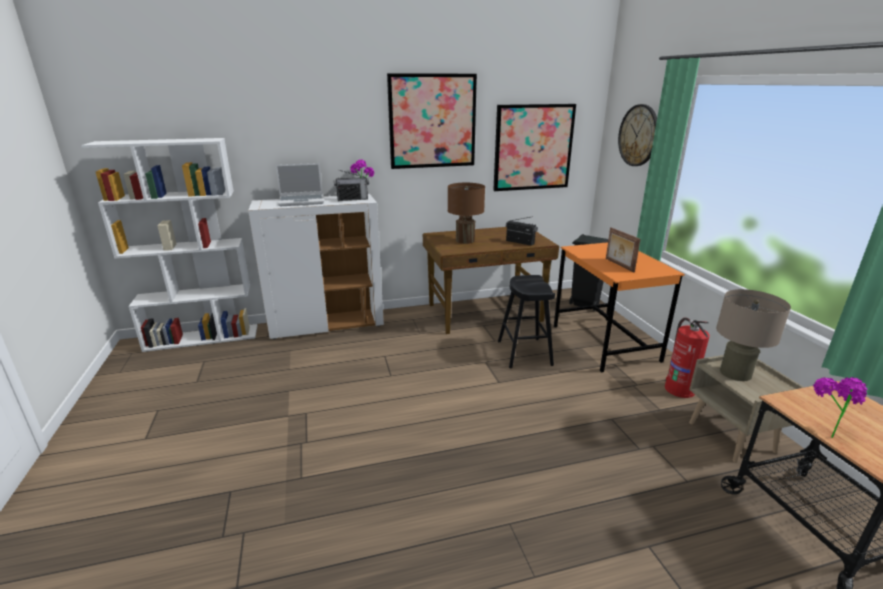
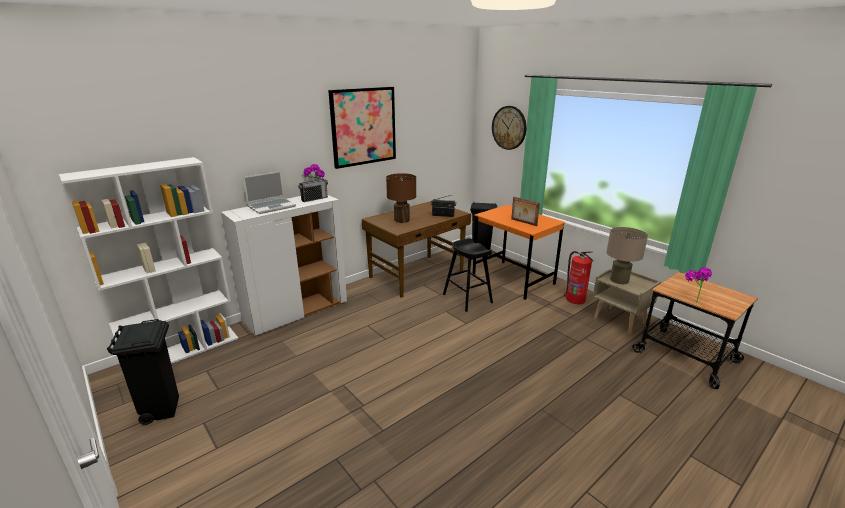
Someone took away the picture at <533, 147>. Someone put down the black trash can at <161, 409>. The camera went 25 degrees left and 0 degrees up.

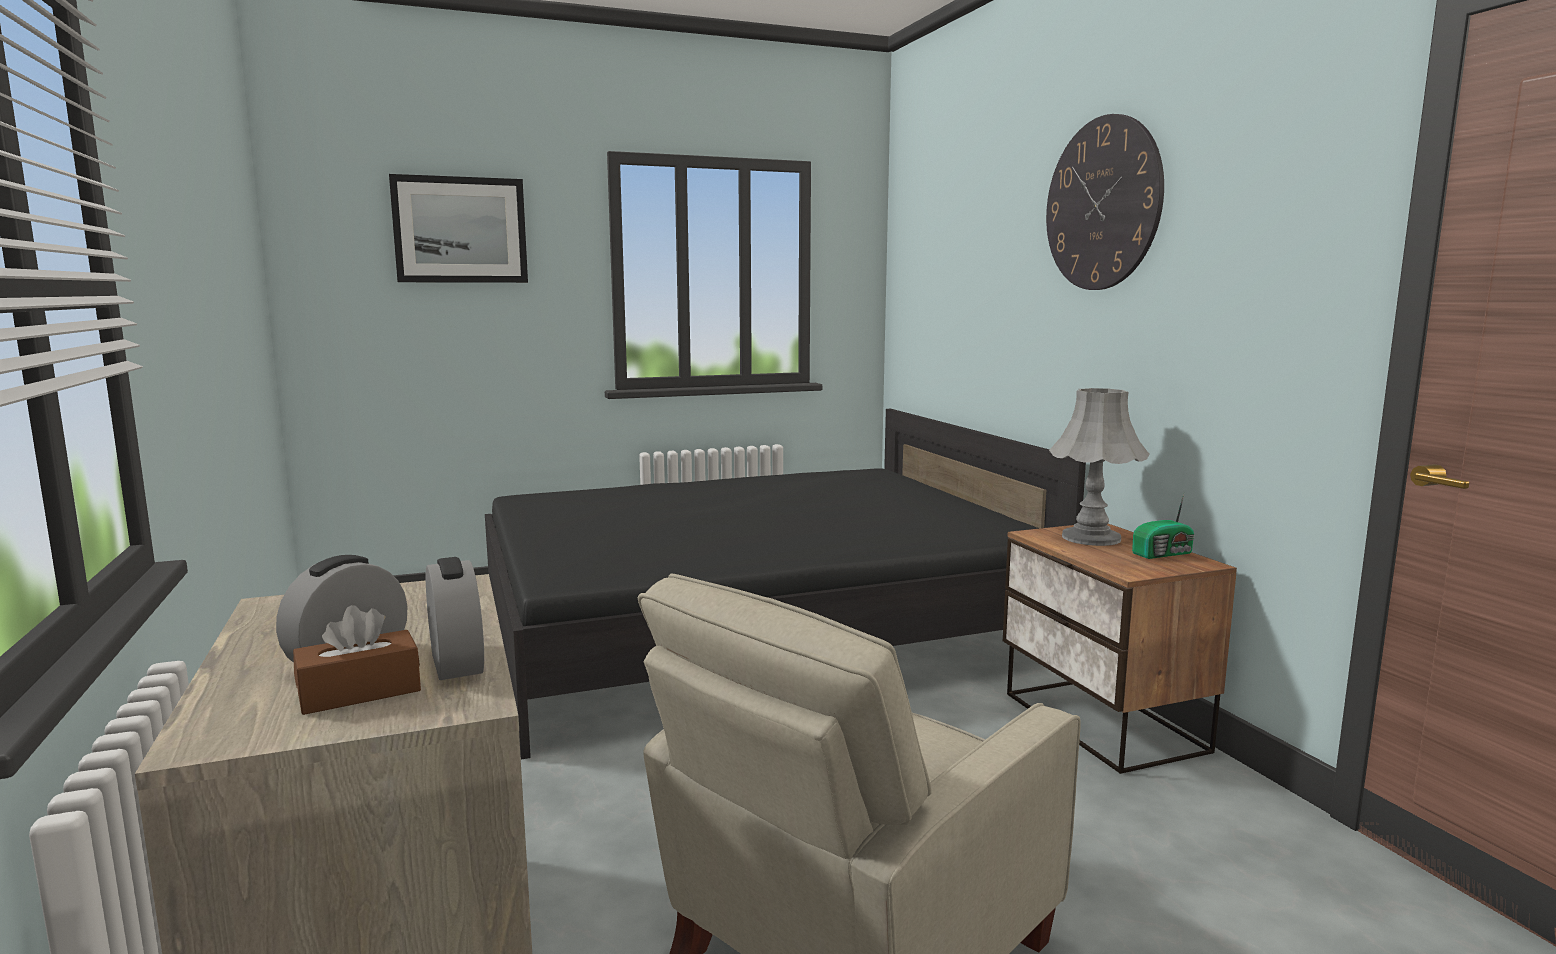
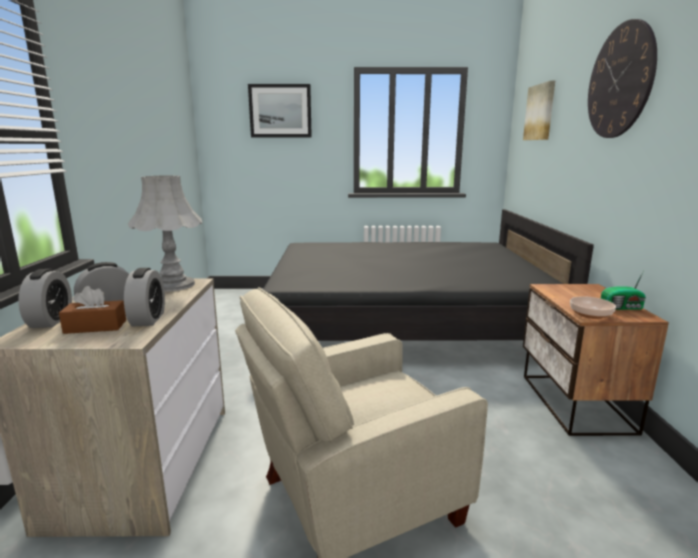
Someone put down the alarm clock at <51, 321>. Someone put up the picture at <540, 112>. Someone put down the bowl at <591, 315>. Someone carried the grey table lamp from <1091, 538> to <173, 285>. The camera went 20 degrees right and 5 degrees up.

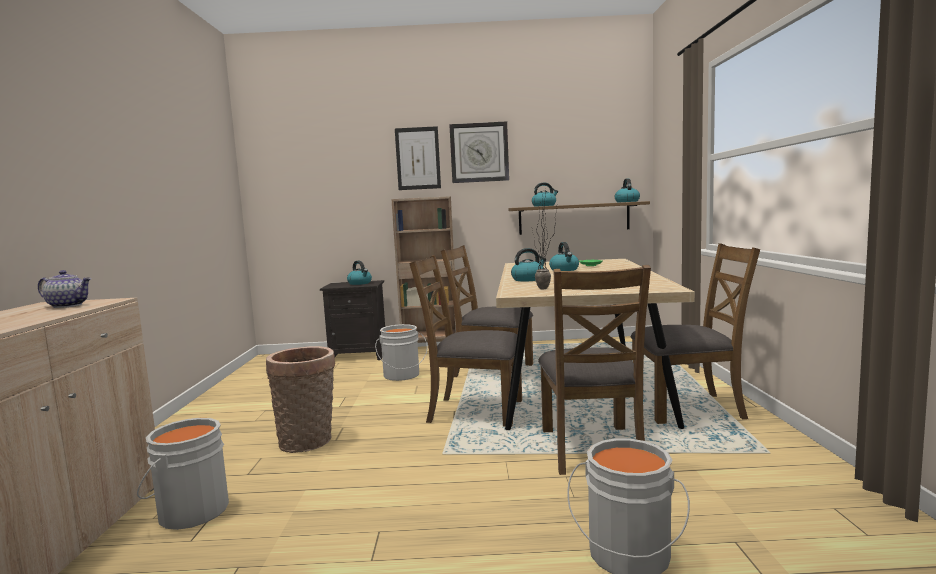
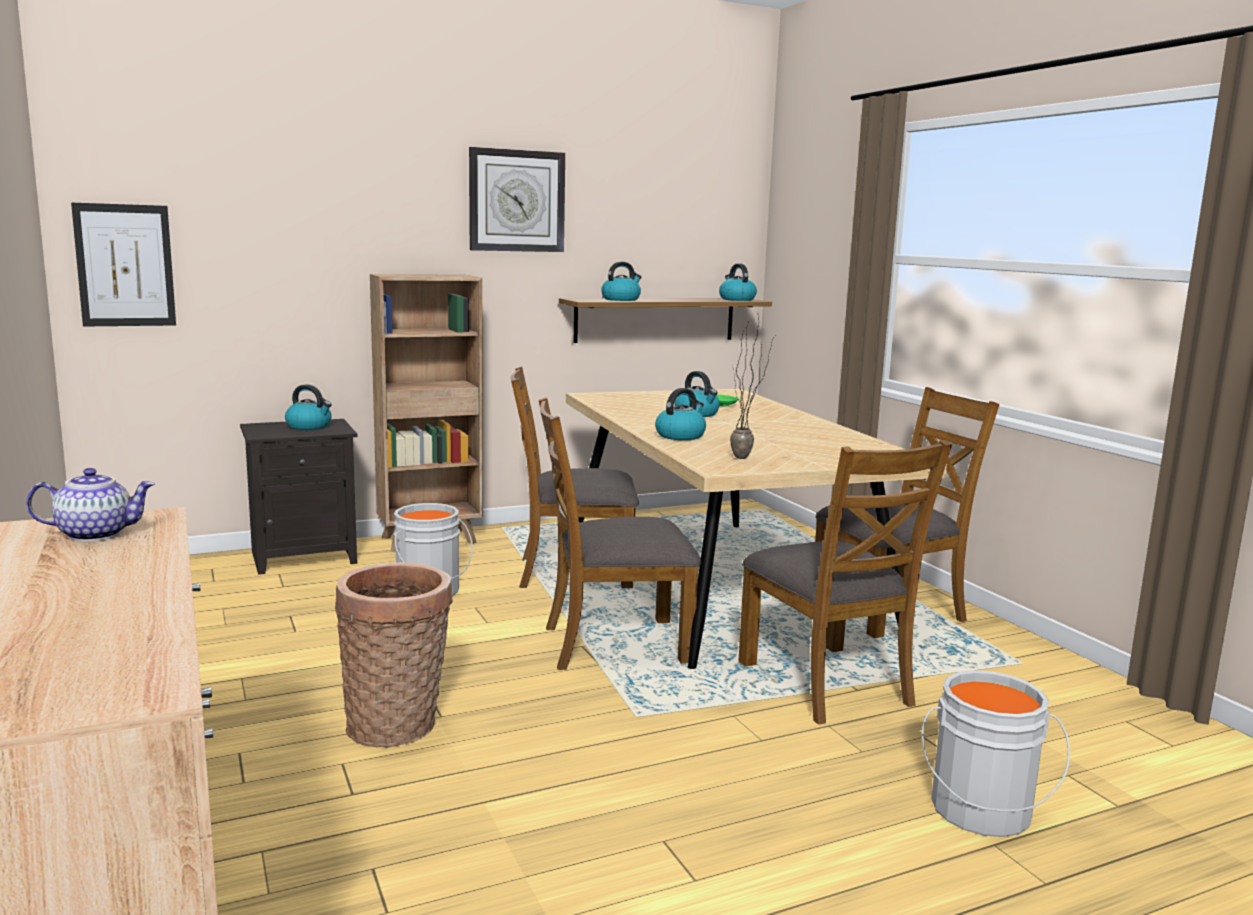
Someone took away the grey bucket at <191, 511>. Someone carried the picture from <418, 158> to <125, 265>. The camera went 25 degrees left and 5 degrees up.

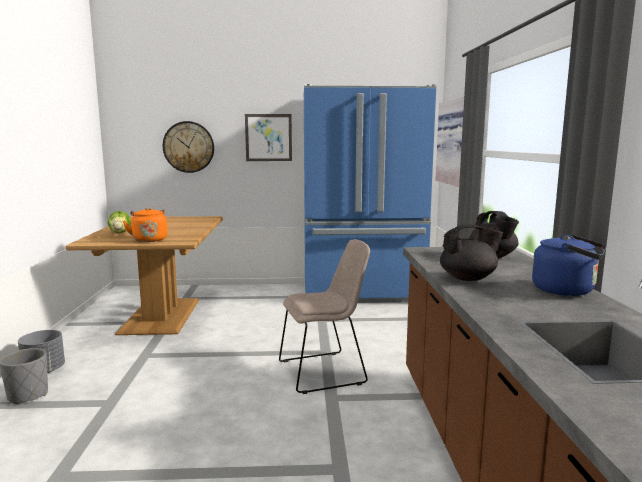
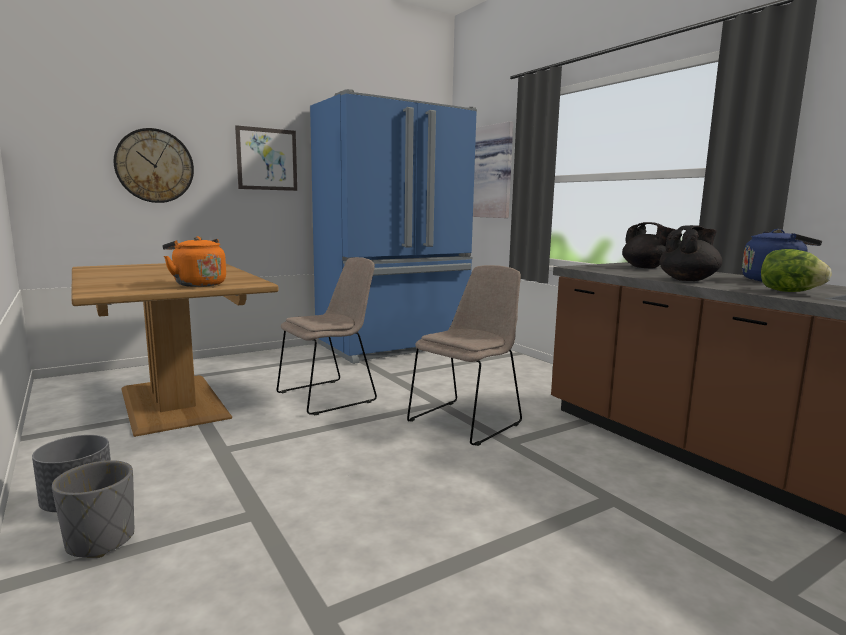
Someone put down the beige chair at <329, 396>. Someone carried the lettuce from <120, 233> to <789, 292>. The camera went 30 degrees left and 0 degrees up.

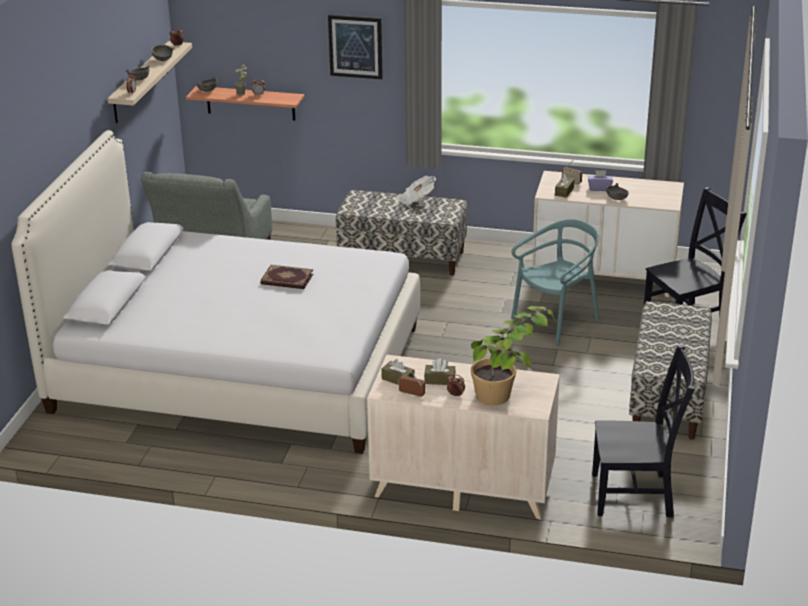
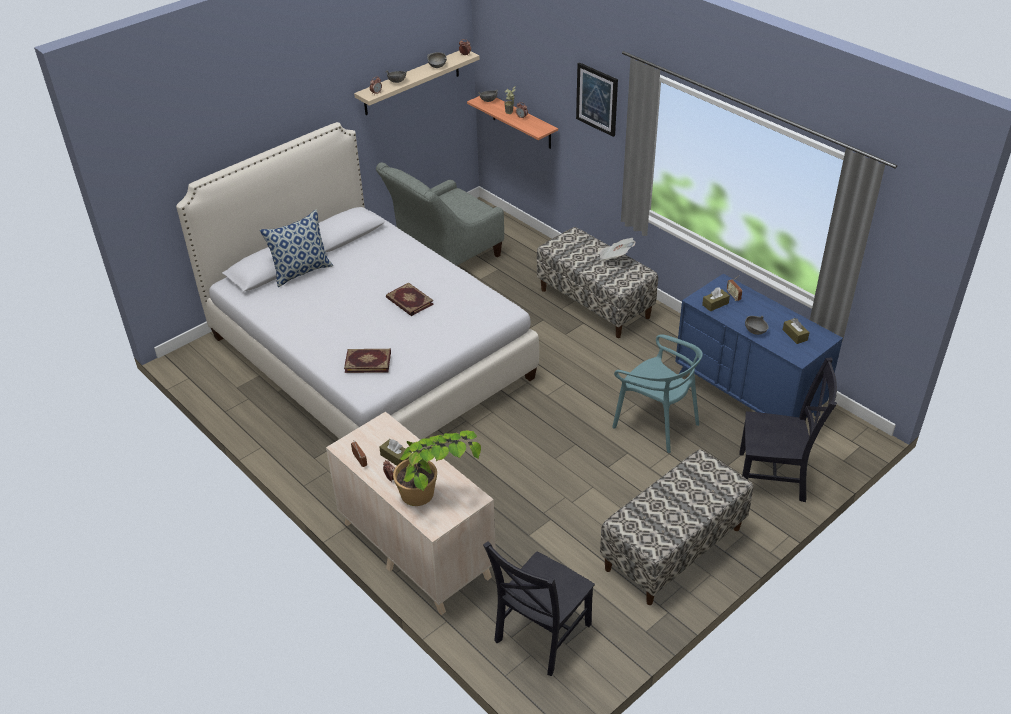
Someone took away the purple tissue box at <599, 188>. Someone put down the pillow at <301, 271>. Someone put down the book at <368, 361>. Someone carried the brown tissue box from <398, 379> to <795, 335>. Someone repainted the beige dresser at <604, 277>, which became the blue dresser at <748, 395>. Someone rotated the turquoise chair at <556, 321> by 45 degrees clockwise. Someone rotated the black chair at <636, 495> by 90 degrees clockwise. The camera went 35 degrees right and 10 degrees up.

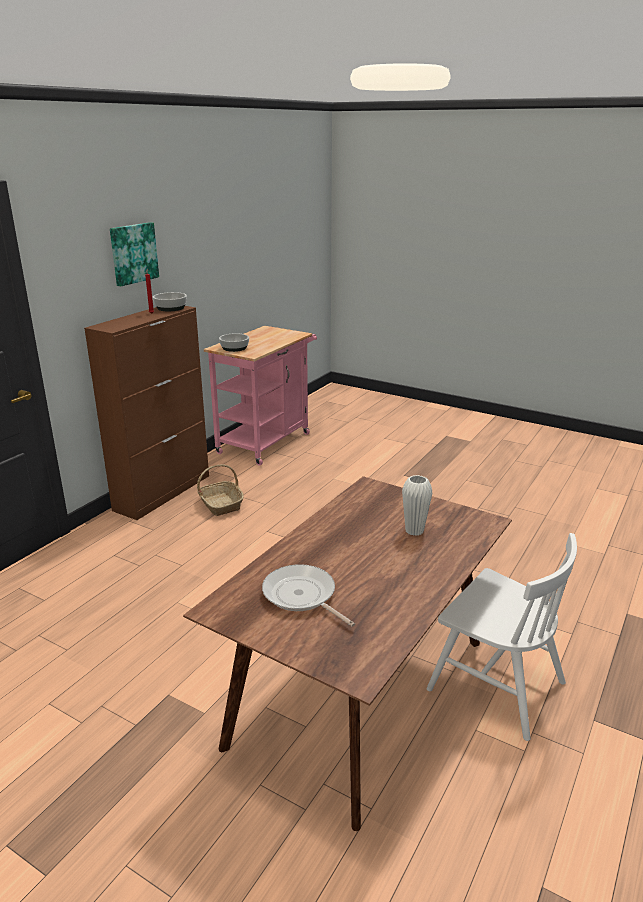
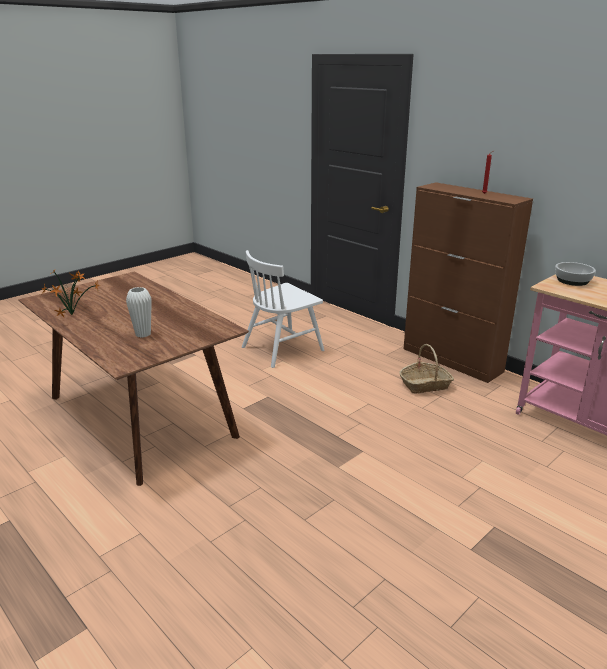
Someone took away the picture at <133, 253>. Someone took away the bowl at <170, 308>. Someone took away the frying pan at <302, 596>. Someone put down the potted plant at <73, 315>. Someone carried the white chair from <495, 685> to <282, 348>. The camera went 105 degrees right and 0 degrees up.

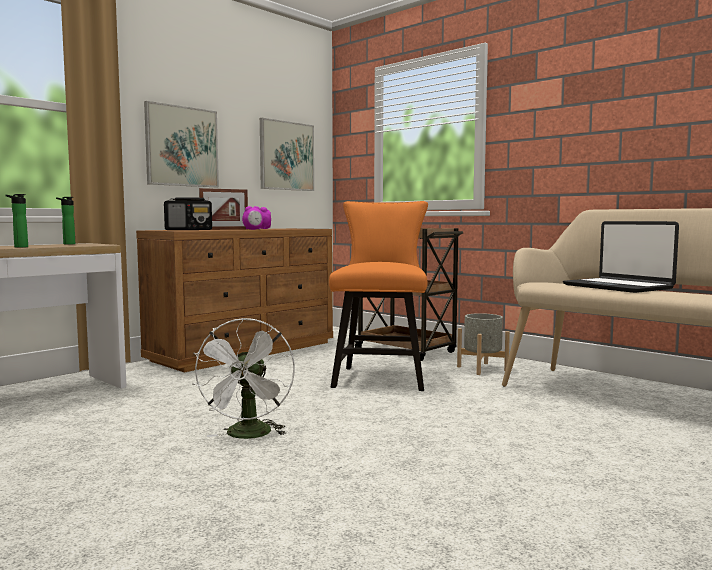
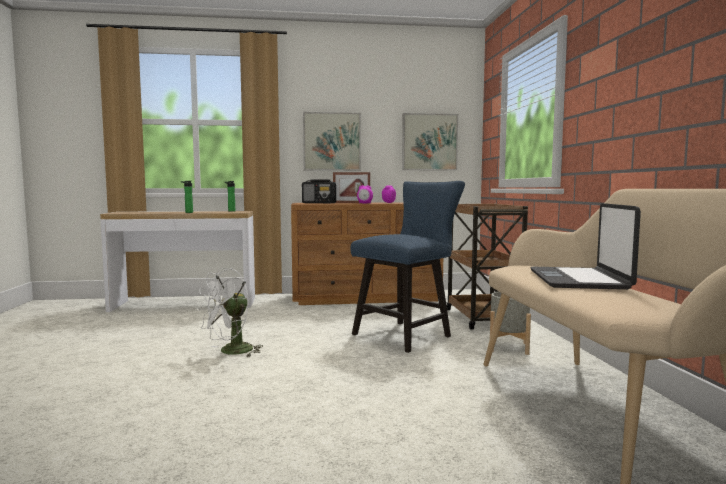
Someone repainted the orange chair at <381, 376>, which became the blue chair at <407, 334>. The camera went 40 degrees right and 0 degrees up.

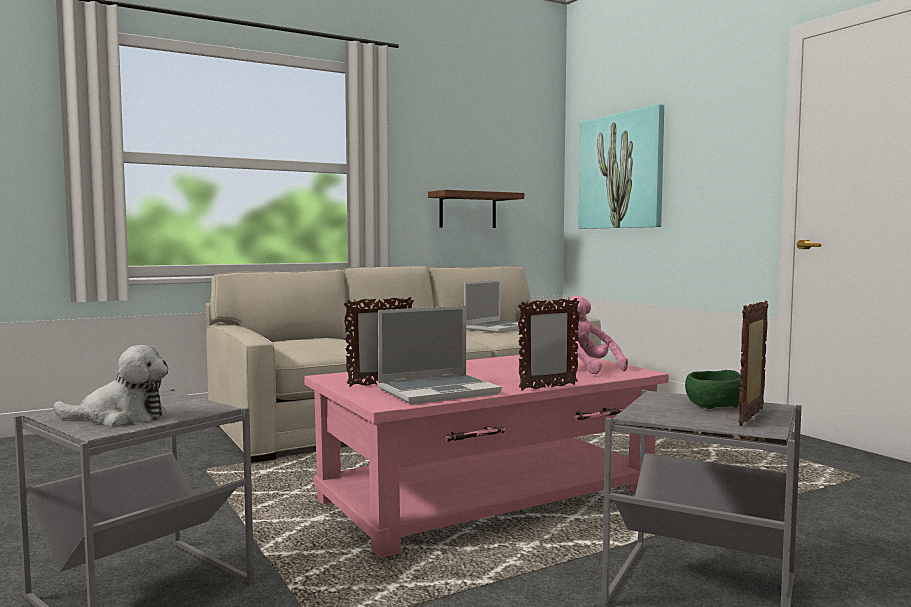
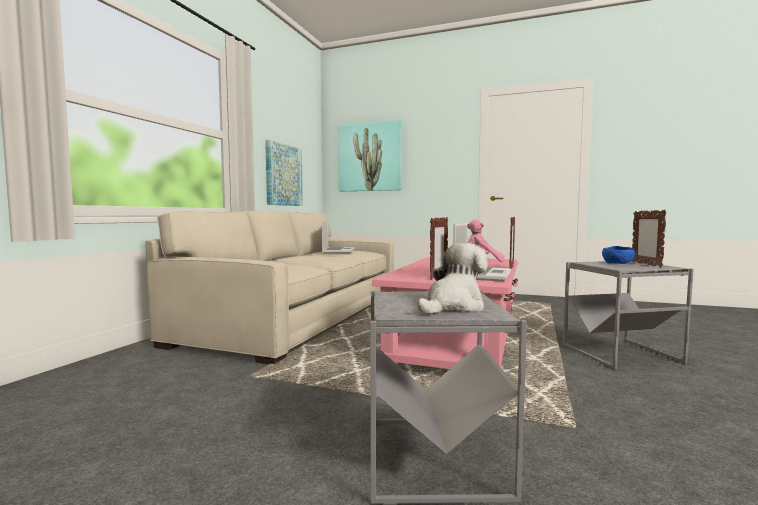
Someone swapped the shelf at <467, 210> for the picture at <283, 175>. Someone repainted the green bowl at <713, 406>, which became the blue bowl at <618, 263>. The camera went 40 degrees left and 0 degrees up.

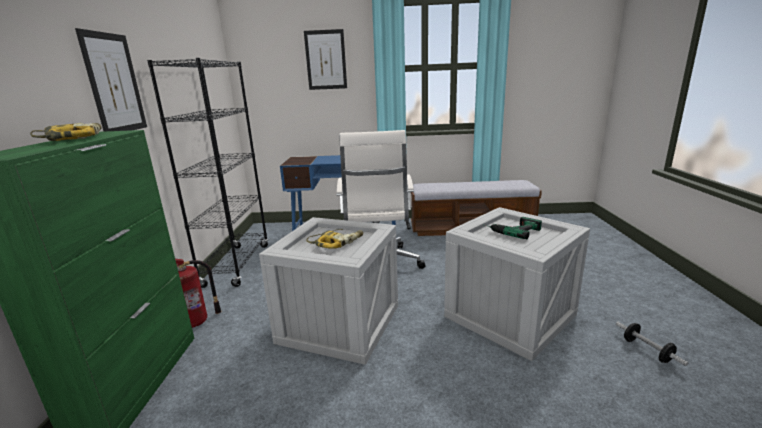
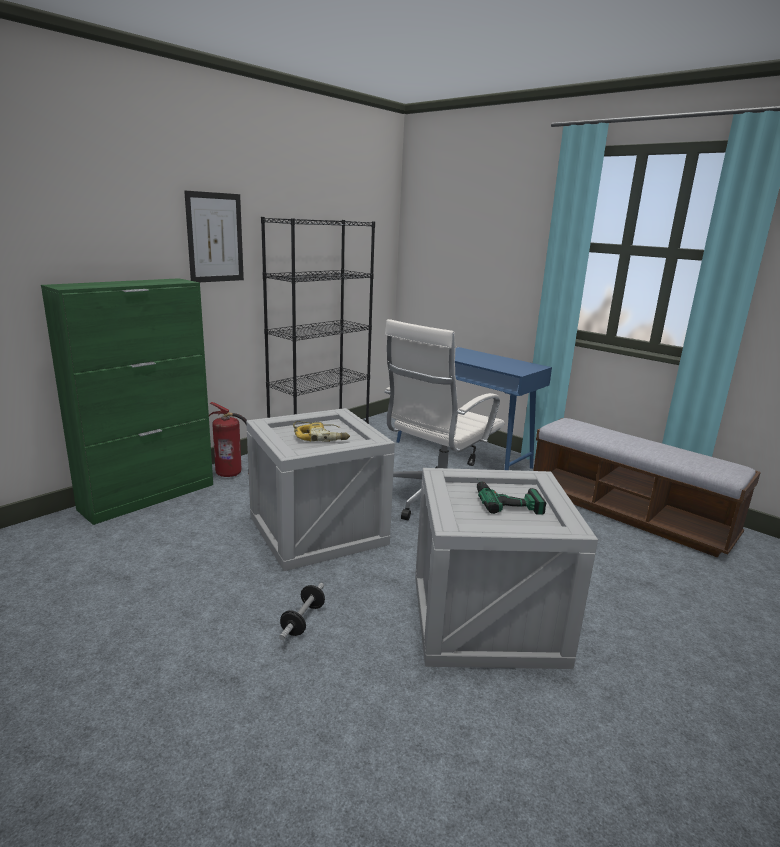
Someone took away the power drill at <73, 139>. Someone took away the picture at <326, 60>. Someone carried the dumbbell from <647, 350> to <303, 620>. The camera went 40 degrees right and 0 degrees up.

